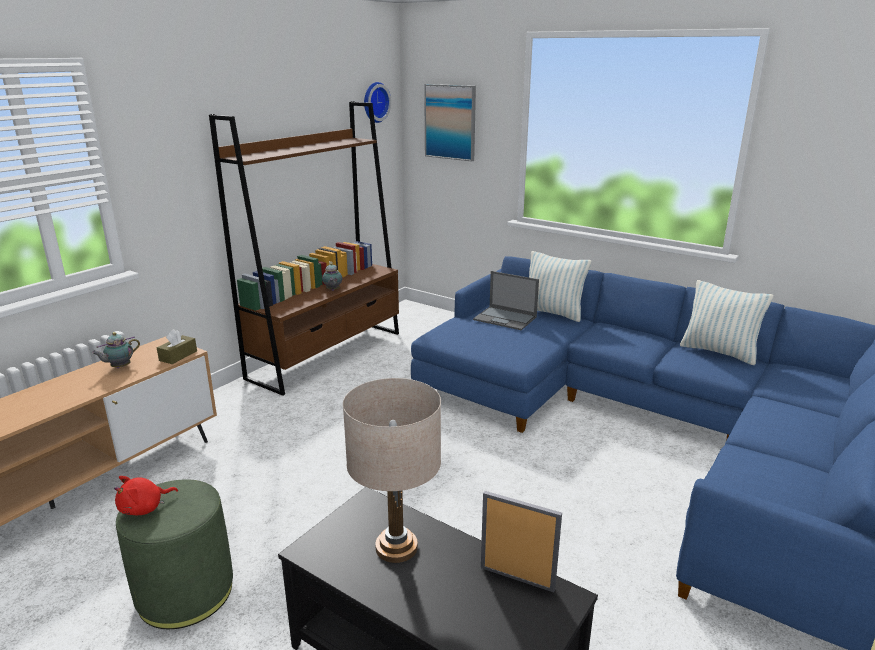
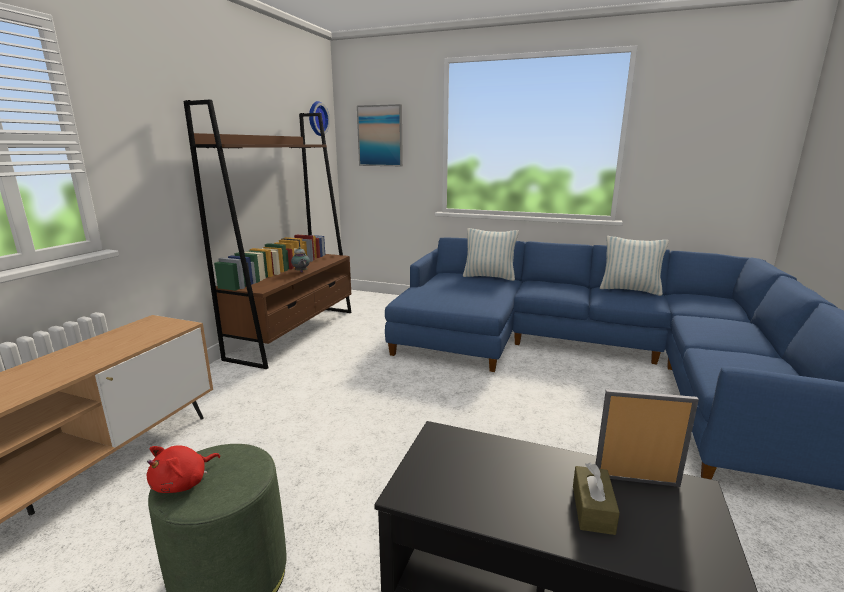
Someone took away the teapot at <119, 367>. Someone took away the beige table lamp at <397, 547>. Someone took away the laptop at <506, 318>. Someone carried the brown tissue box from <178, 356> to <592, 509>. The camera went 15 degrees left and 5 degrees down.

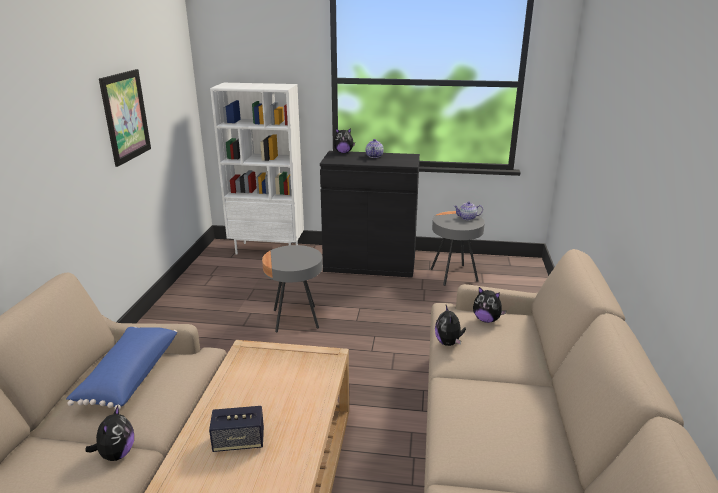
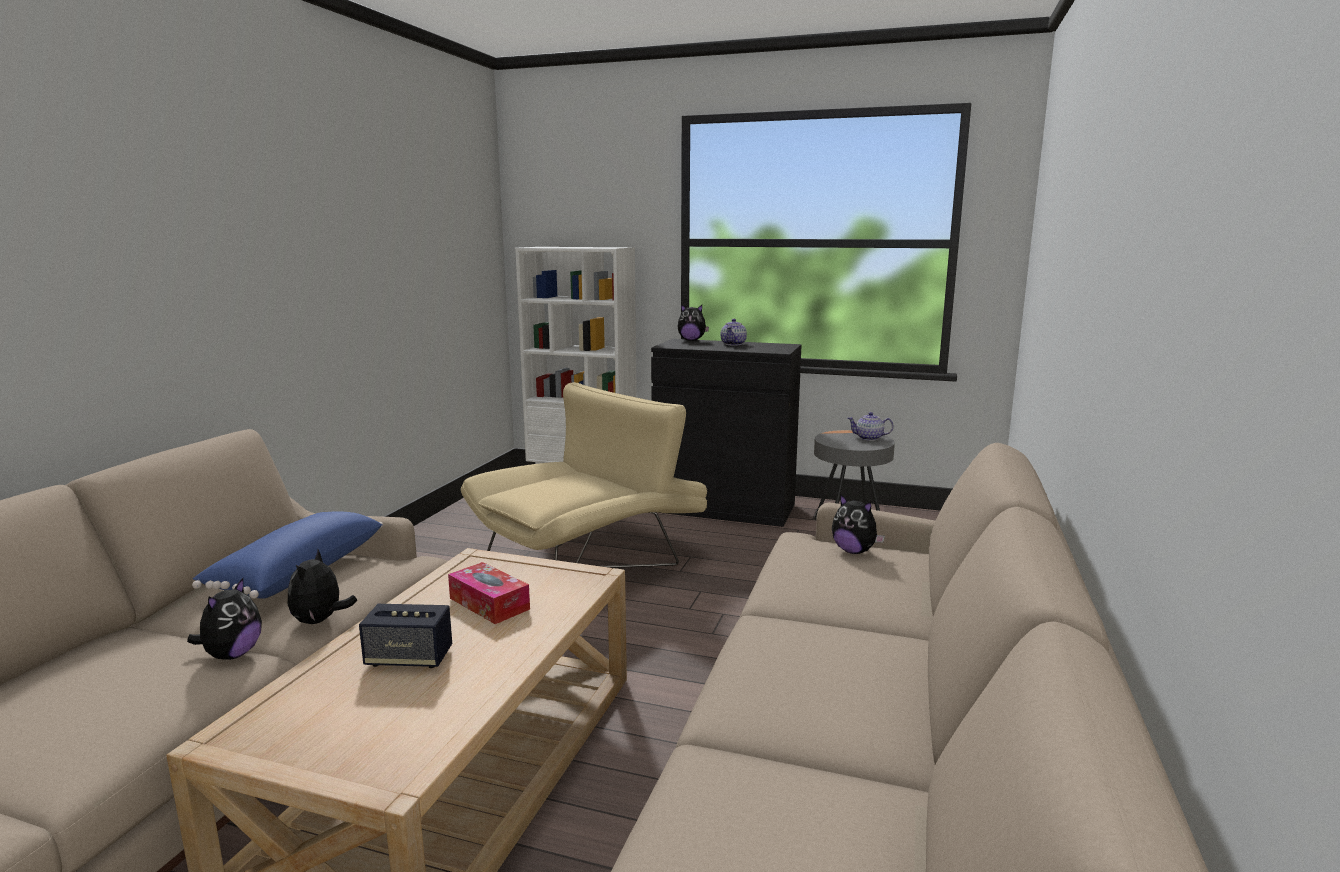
Someone took away the picture at <125, 116>. Someone put down the tissue box at <489, 604>. Someone carried the plush toy from <448, 343> to <320, 621>. Someone swapped the grey side table at <295, 319> for the beige armchair at <591, 562>. The camera went 10 degrees right and 10 degrees down.

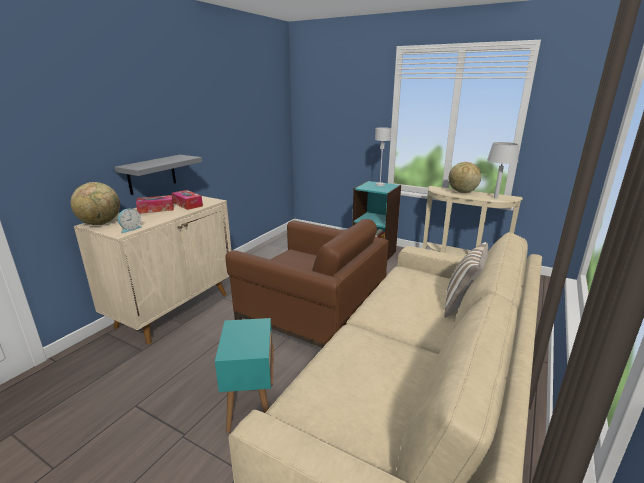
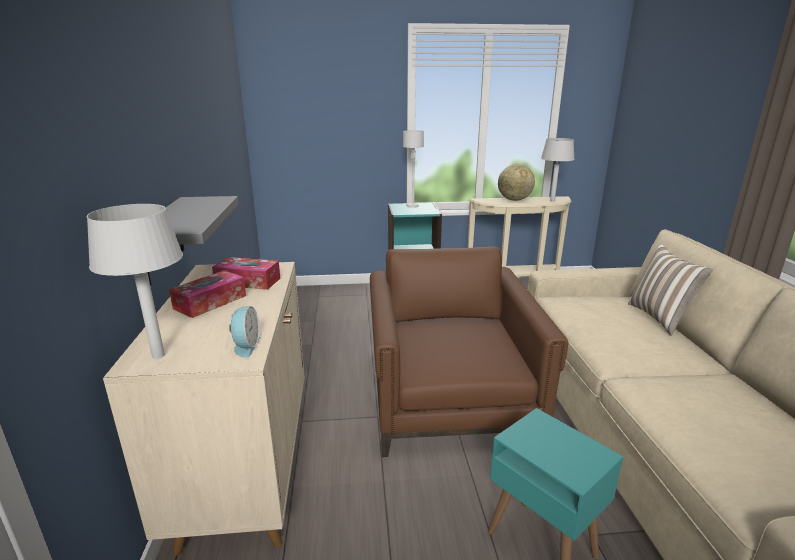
Someone swapped the globe at <101, 223> for the grey table lamp at <159, 355>. Someone rotated the brown armchair at <311, 317> by 90 degrees counterclockwise. The camera went 35 degrees left and 0 degrees up.

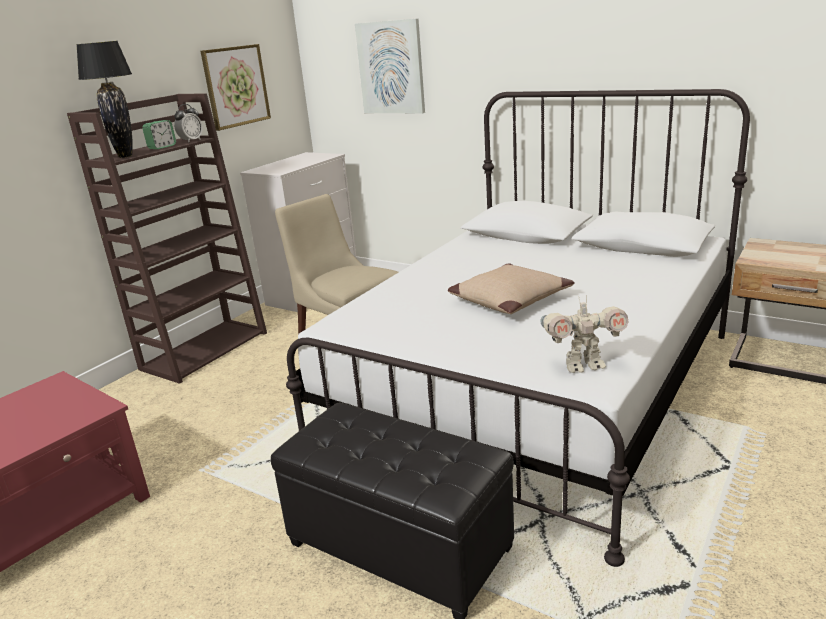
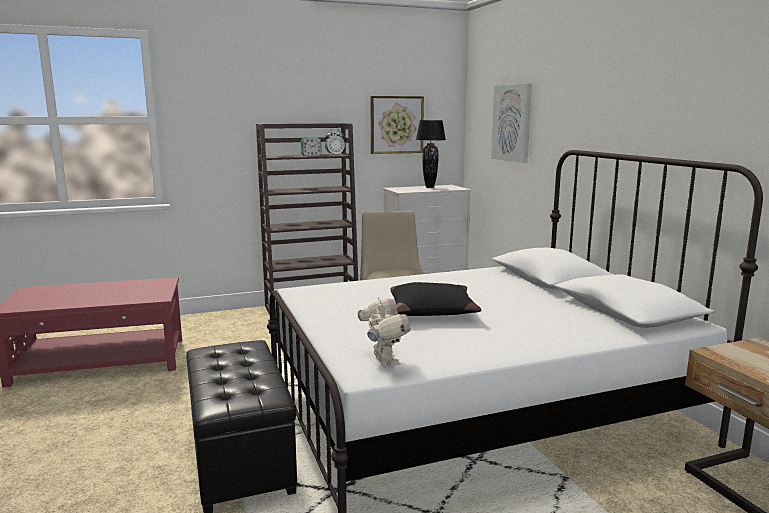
Someone carried the black table lamp from <125, 156> to <430, 187>. Someone repainted the beige pillow at <509, 299>, which became the black pillow at <432, 310>. Someone rotated the toy robot at <583, 366> by 135 degrees counterclockwise. The camera went 35 degrees right and 10 degrees down.

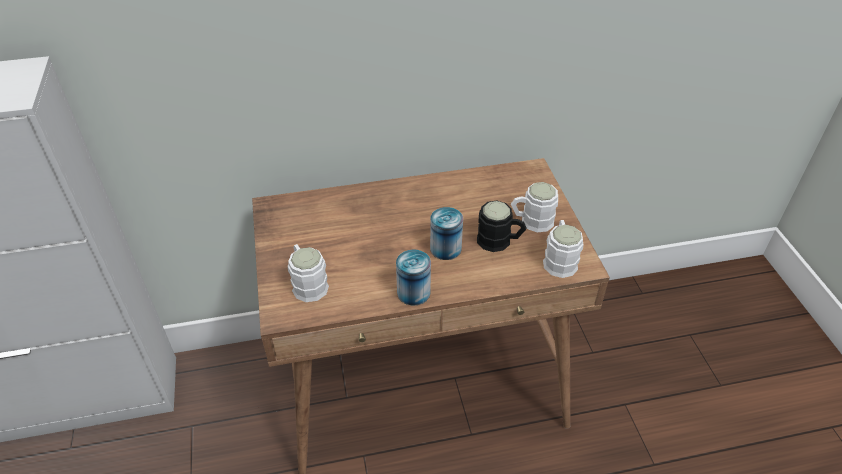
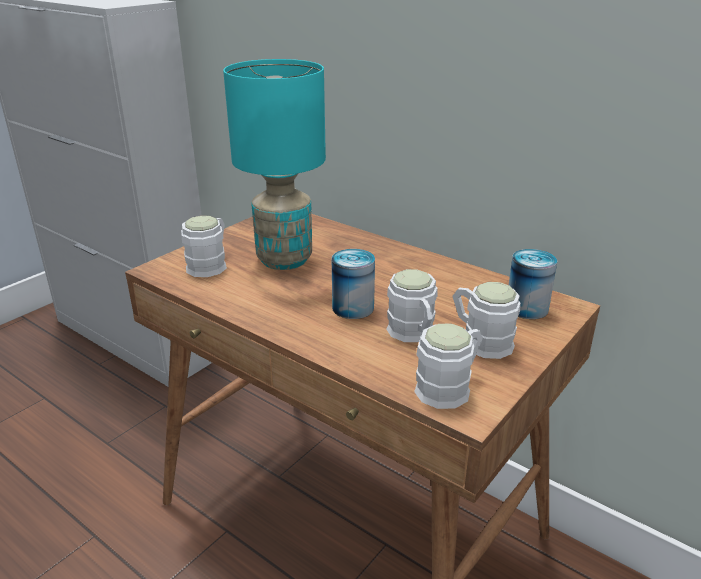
Someone put down the turquoise table lamp at <285, 259>. Someone carried the can from <413, 292> to <527, 308>. Someone repainted the black mug at <500, 241>, which became the white mug at <414, 334>. The camera went 50 degrees right and 15 degrees down.

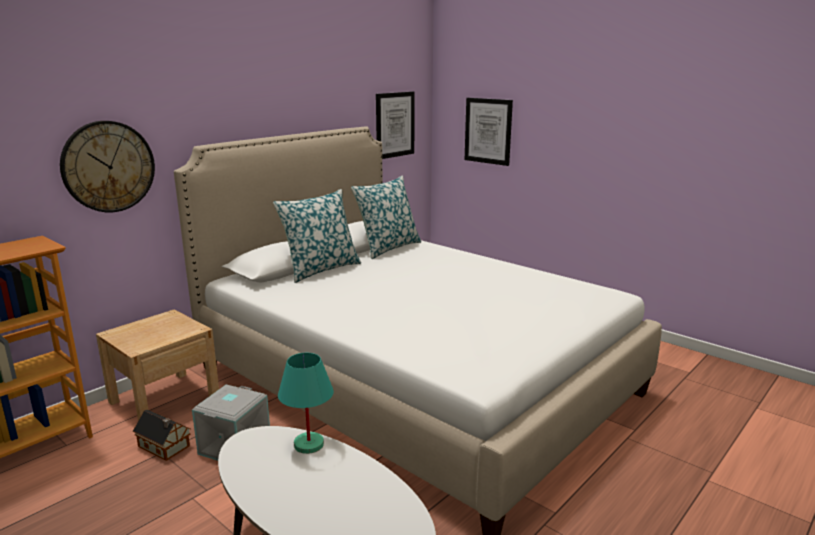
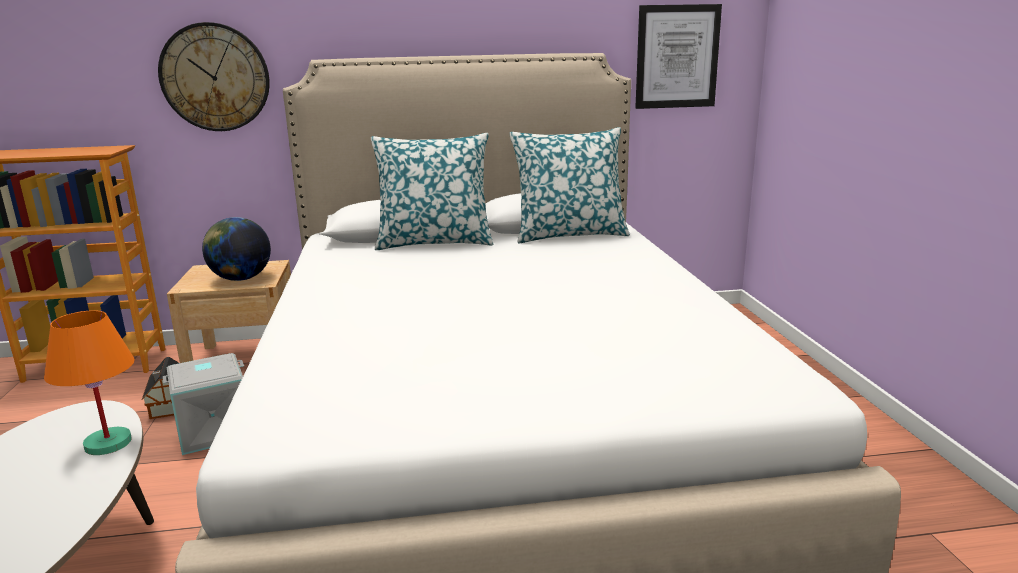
Someone took away the picture at <488, 131>. Someone put down the globe at <241, 279>. Someone repainted the turquoise table lamp at <309, 445>, which became the orange table lamp at <107, 444>. The camera went 40 degrees right and 0 degrees up.

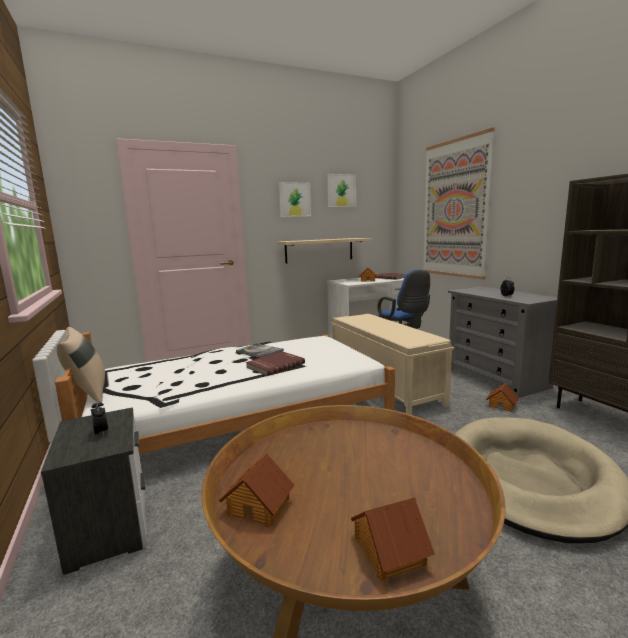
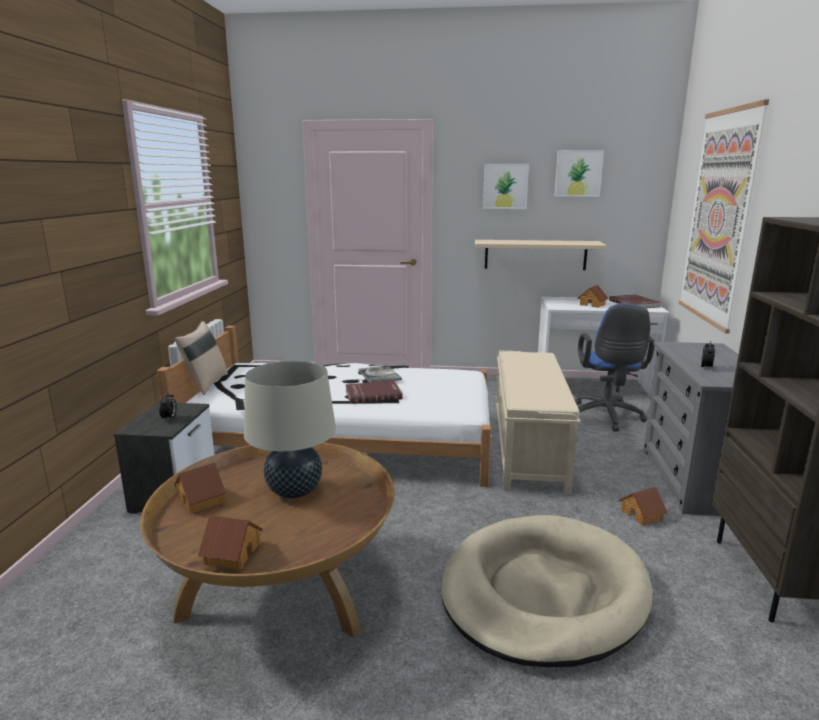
Someone put down the beige table lamp at <294, 491>. The camera went 30 degrees right and 5 degrees up.

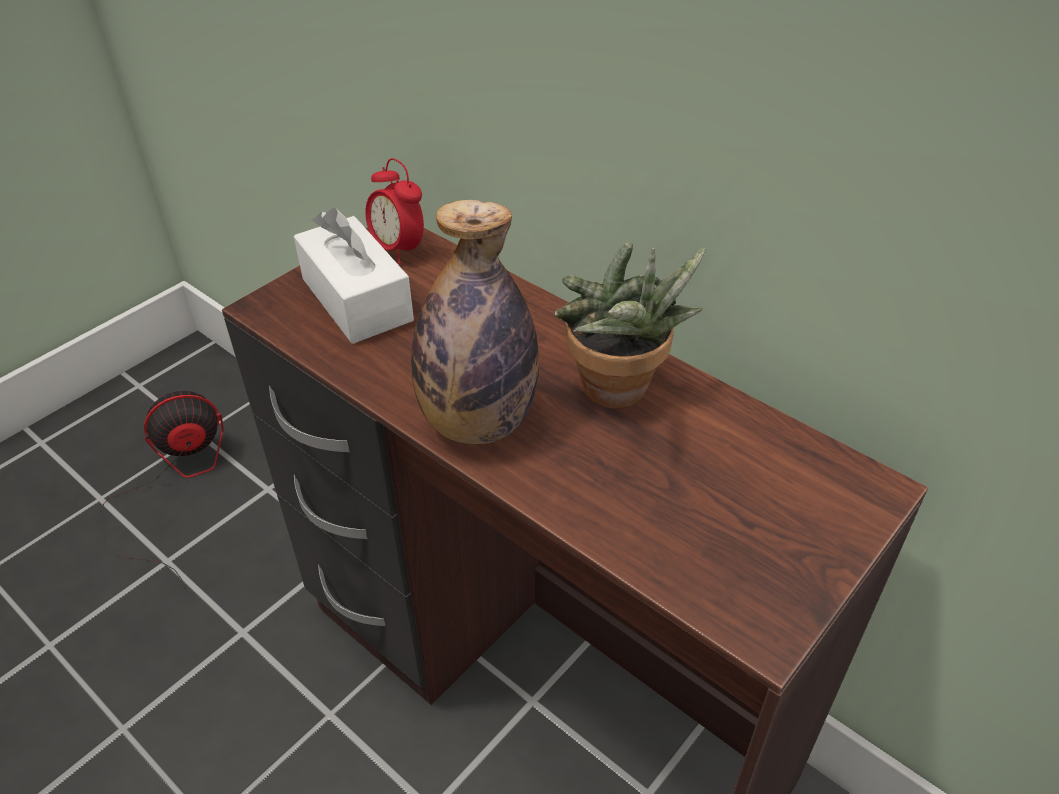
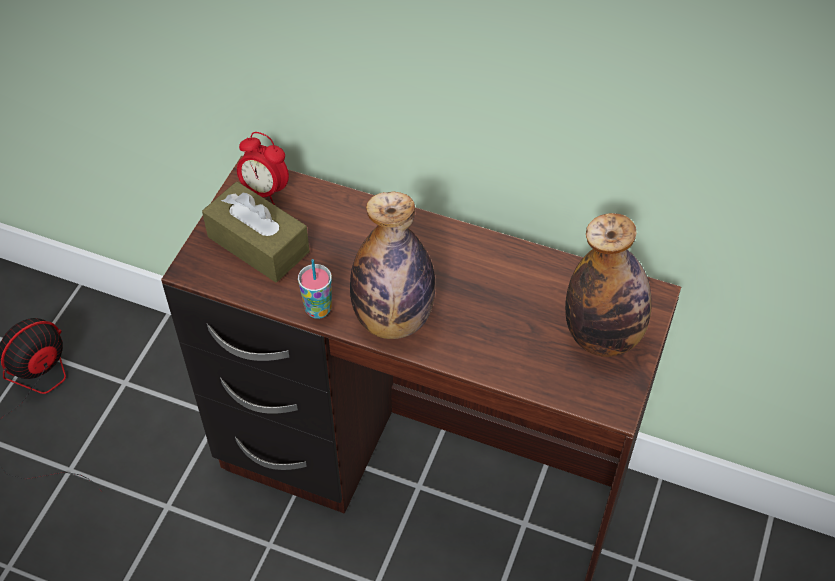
Someone took away the potted plant at <618, 395>. Someone put down the cup at <318, 309>. Someone put down the bottle at <602, 336>. Someone repainted the white tissue box at <357, 299>, which became the brown tissue box at <258, 244>. The camera went 20 degrees left and 10 degrees up.

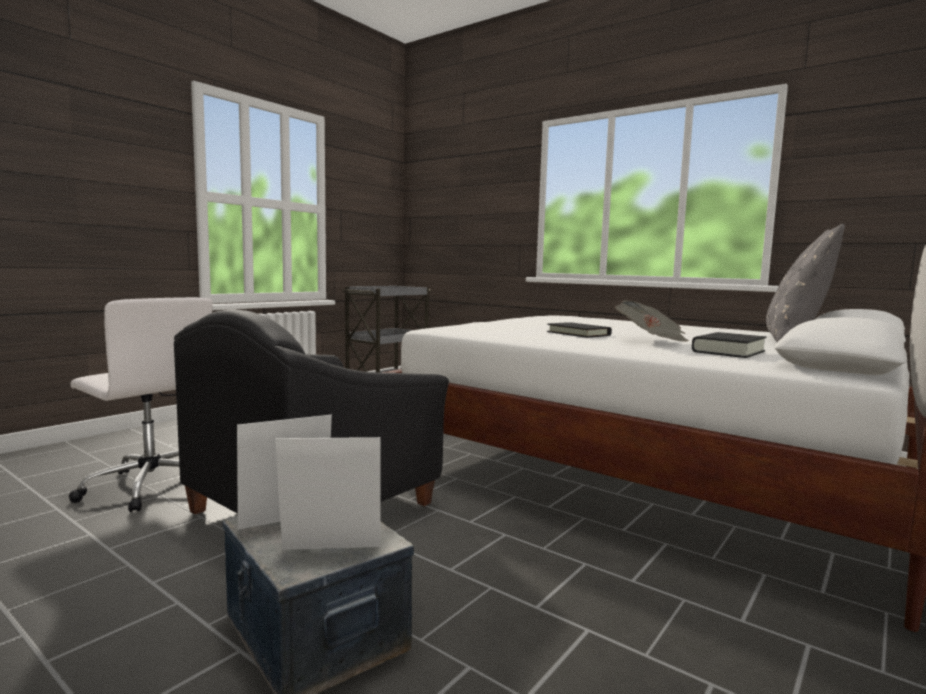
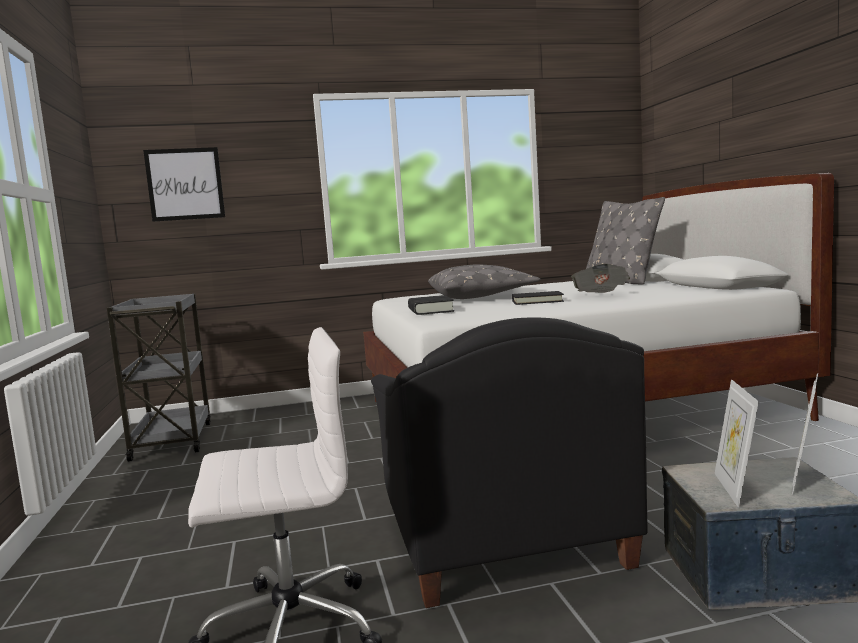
Someone put up the picture at <185, 184>. Someone put down the grey pillow at <482, 296>. Someone carried the black book from <728, 351> to <430, 310>. The camera went 50 degrees left and 0 degrees up.

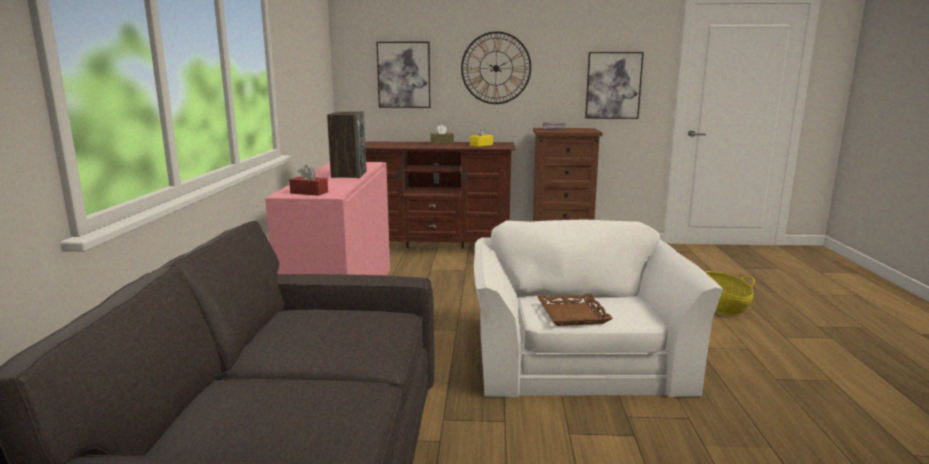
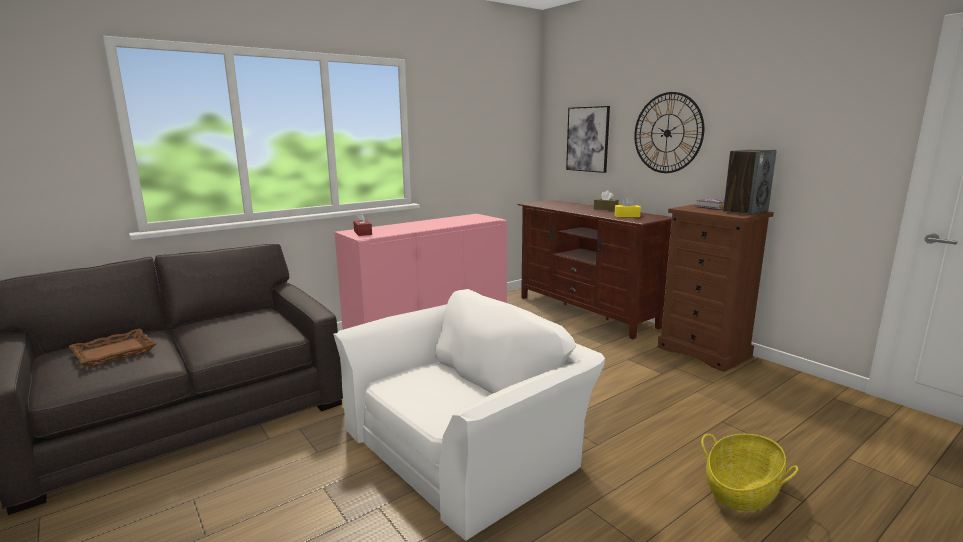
Someone took away the picture at <613, 85>. Someone carried the speaker from <349, 175> to <745, 211>. Someone carried the brown tray from <573, 314> to <114, 352>. The camera went 50 degrees right and 0 degrees up.

